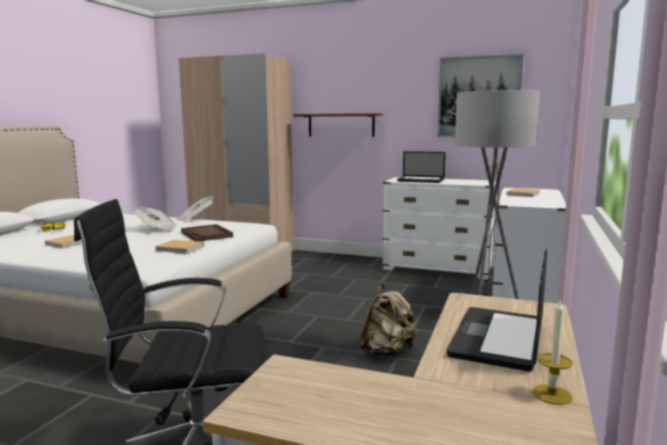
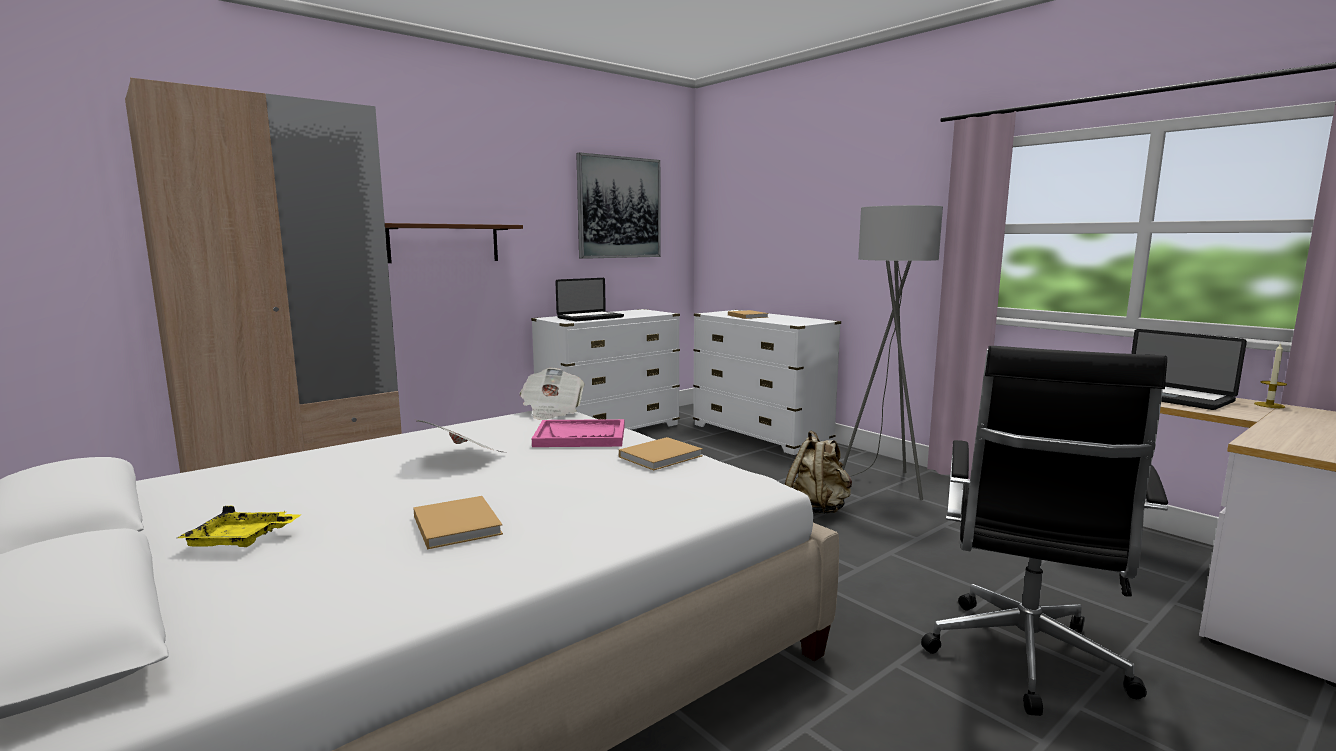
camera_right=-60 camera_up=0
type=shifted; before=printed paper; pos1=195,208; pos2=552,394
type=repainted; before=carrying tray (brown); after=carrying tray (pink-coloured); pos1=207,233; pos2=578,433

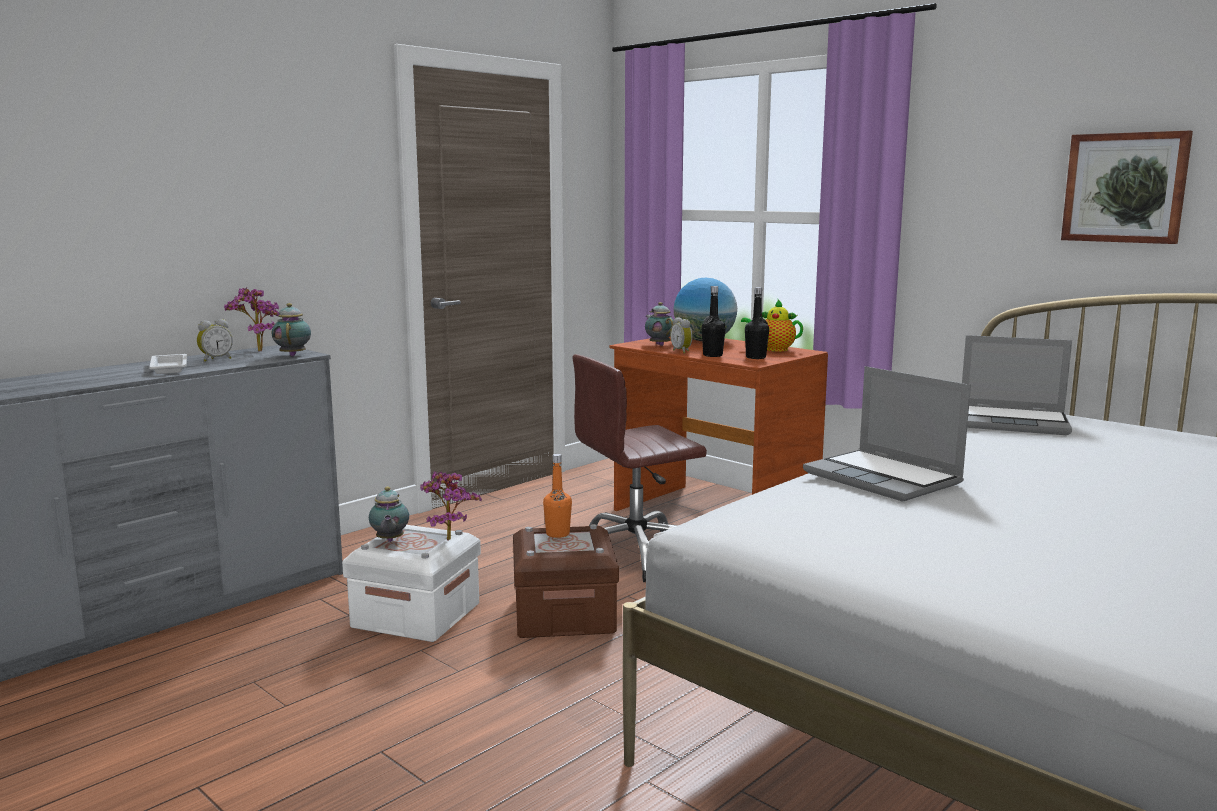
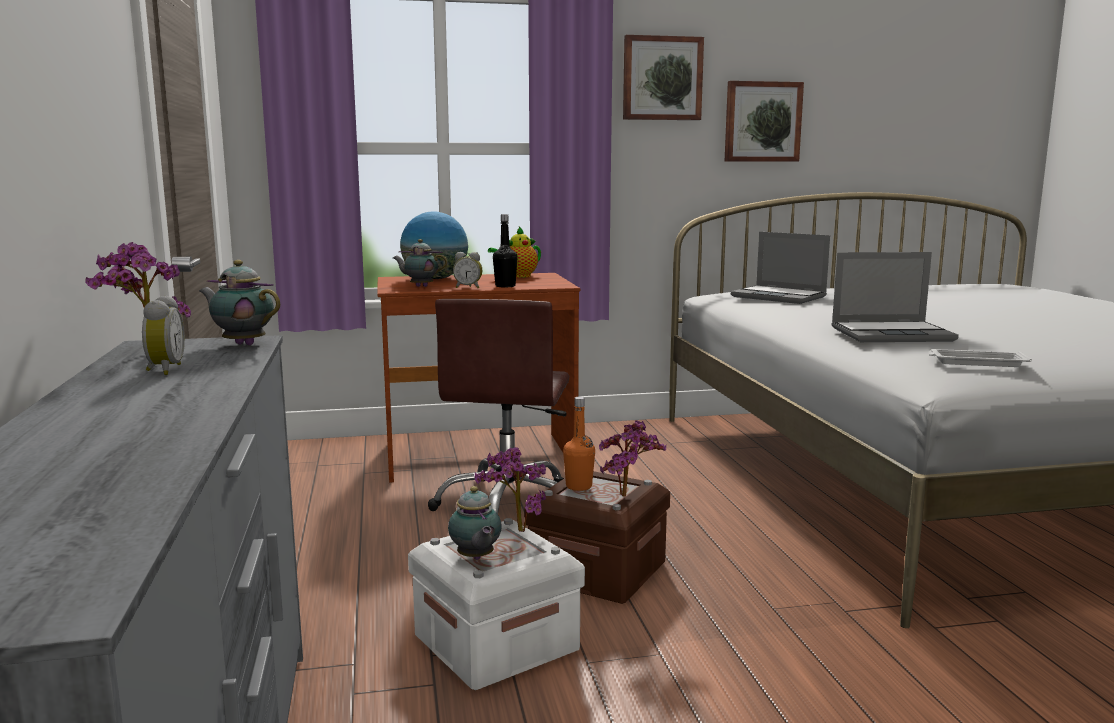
camera_right=-55 camera_up=0
type=gone; before=drink bottle (black); pos1=757,323
type=new; after=potted plant; pos2=632,458
type=new; after=picture; pos2=663,77
type=shifted; before=carrying tray (whitish); pos1=168,364; pos2=980,358
type=rotated; before=pot for tea; pos1=389,514; pos2=475,523; turn=45
type=rotated; before=notebook computer; pos1=1017,385; pos2=780,268; turn=75

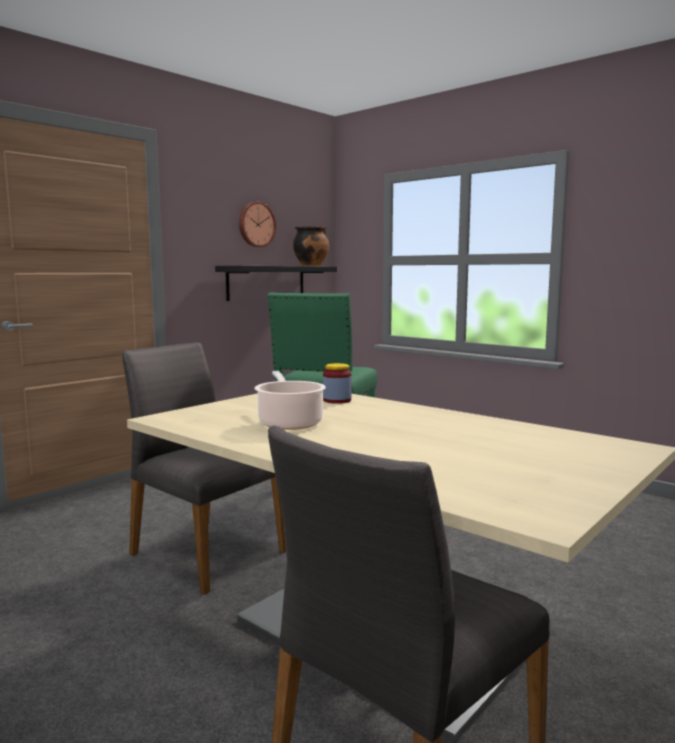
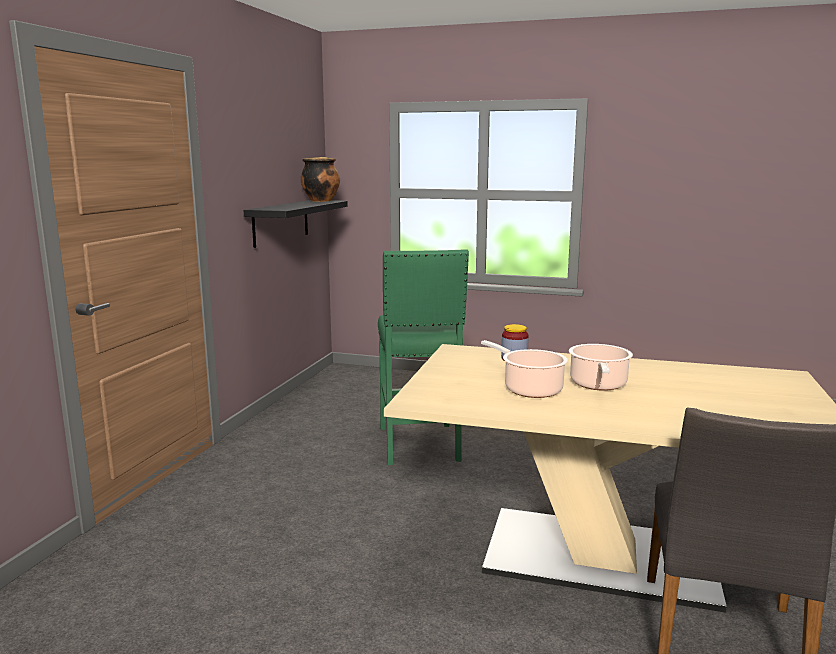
camera_right=-25 camera_up=5
type=gone; before=plain chair (greyish); pos1=204,468
type=gone; before=wall clock; pos1=257,224
type=new; after=stockpot; pos2=601,367

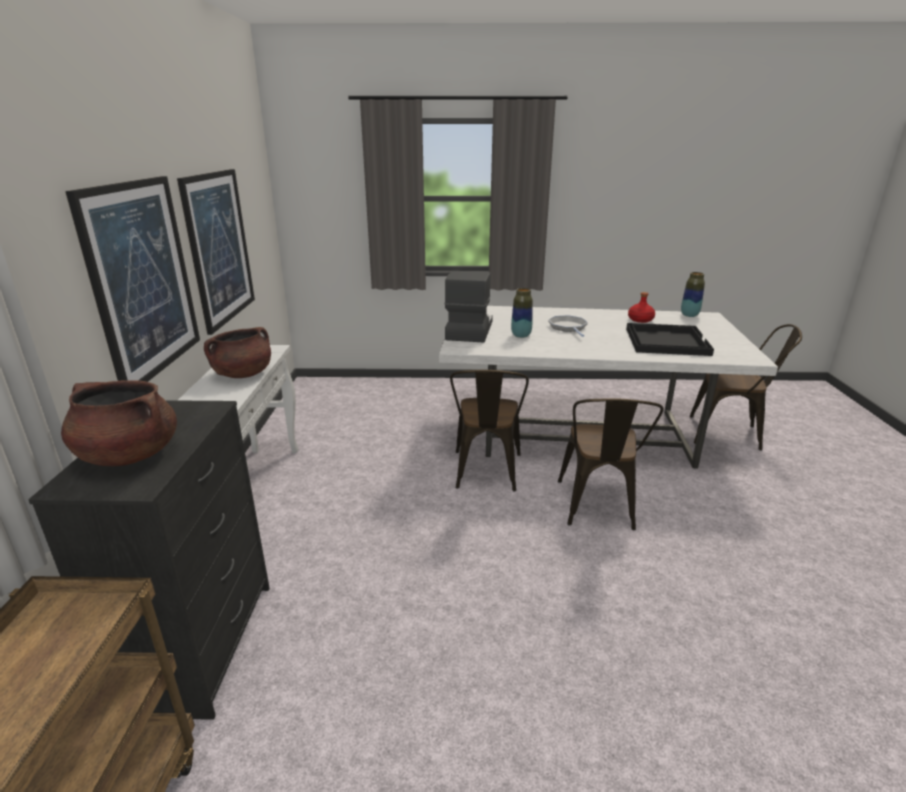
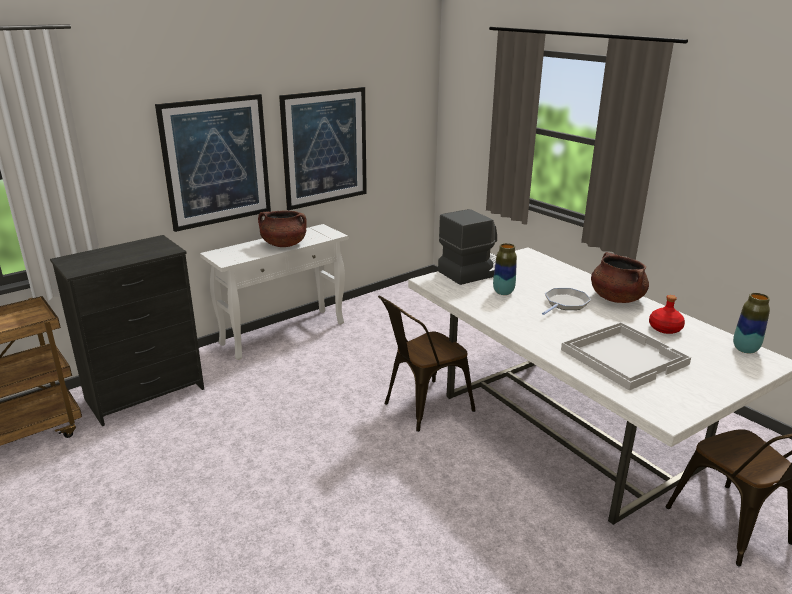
camera_right=50 camera_up=0
type=gone; before=plain chair (brown); pos1=611,464
type=shifted; before=stockpot (brown); pos1=119,423; pos2=620,277
type=repainted; before=carrying tray (black); after=carrying tray (whitish); pos1=670,339; pos2=626,356

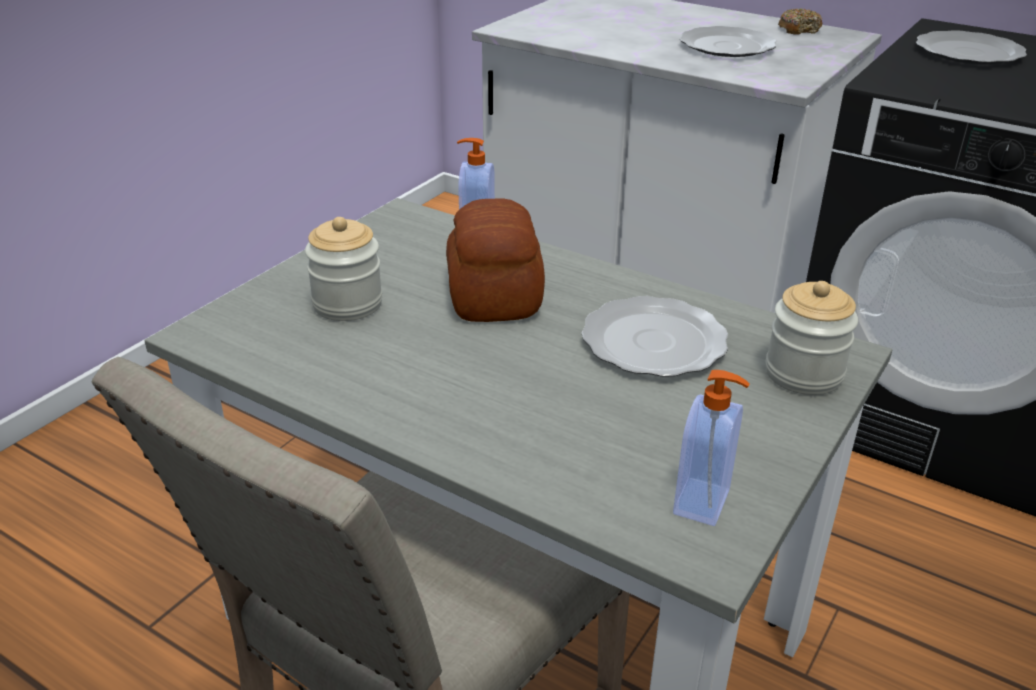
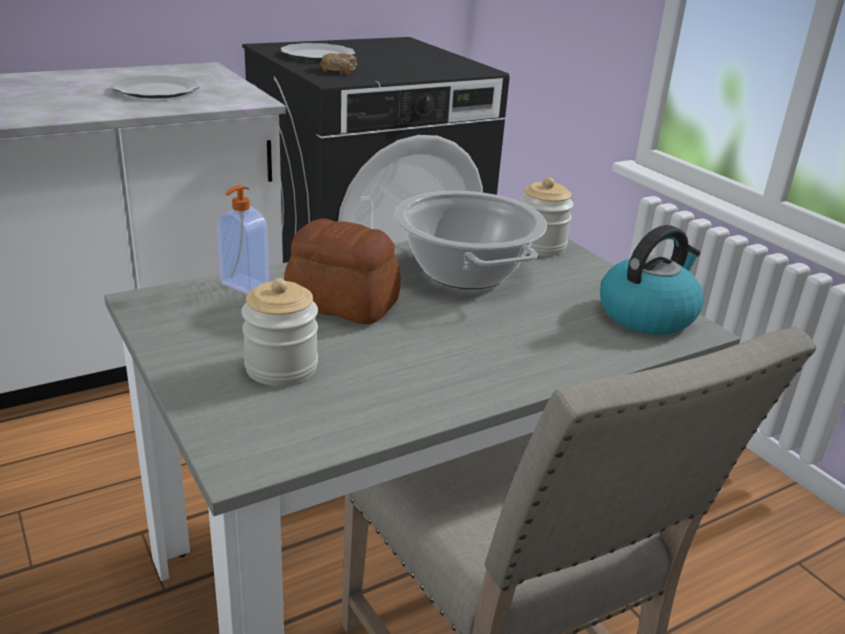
camera_right=-65 camera_up=-5
type=shifted; before=donut; pos1=800,21; pos2=338,64
type=swapped; before=flat dish; after=stockpot; pos1=655,336; pos2=470,240
type=swapped; before=liquid soap bottle; after=kettle; pos1=711,448; pos2=652,280

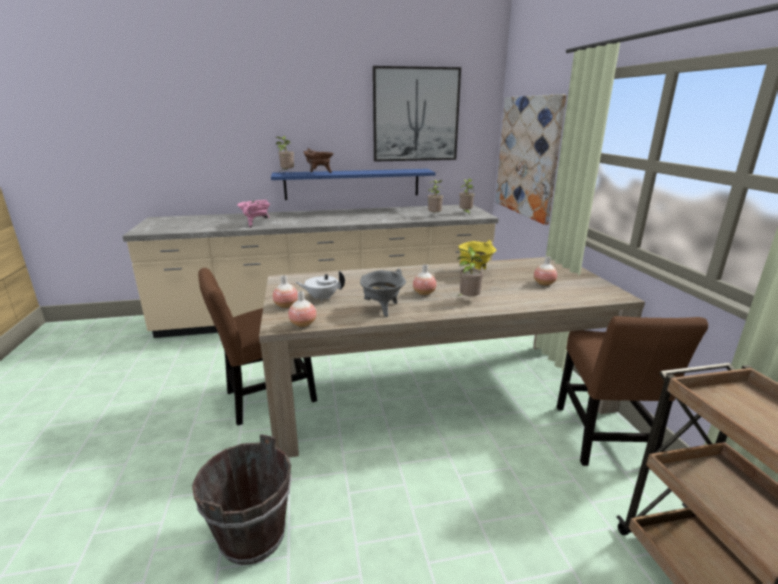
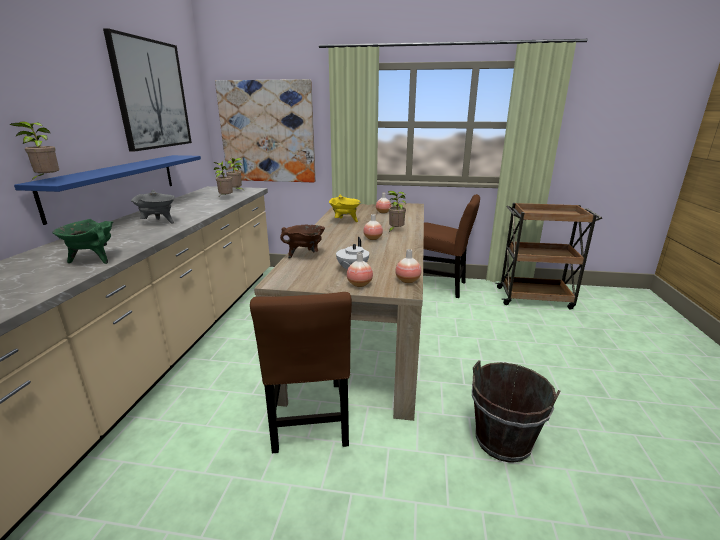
camera_right=-70 camera_up=0
type=shifted; before=stockpot (brown); pos1=319,160; pos2=302,242
type=shifted; before=stockpot (greyish); pos1=383,293; pos2=153,207
type=repainted; before=stockpot (pink-coloured); after=stockpot (green); pos1=254,214; pos2=82,241

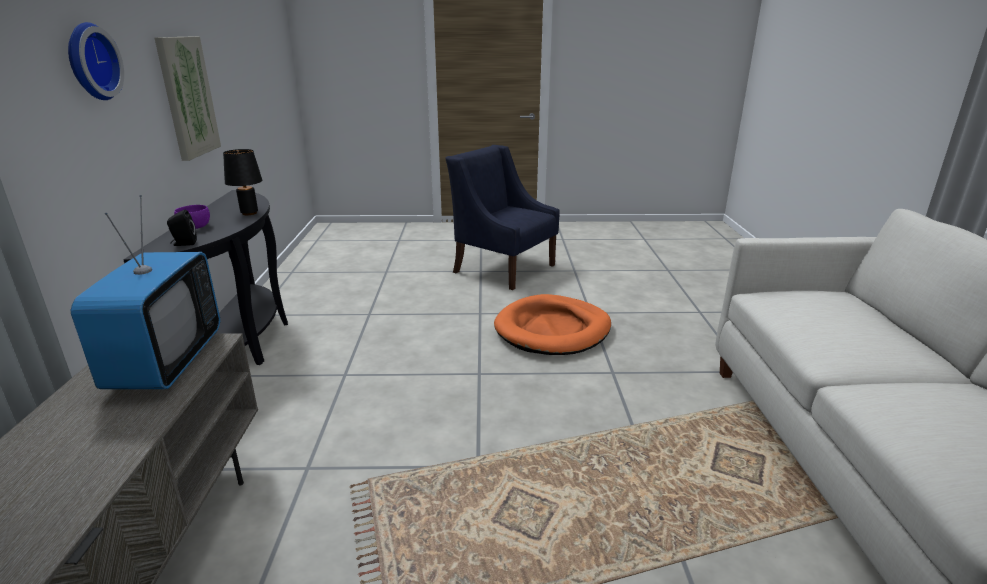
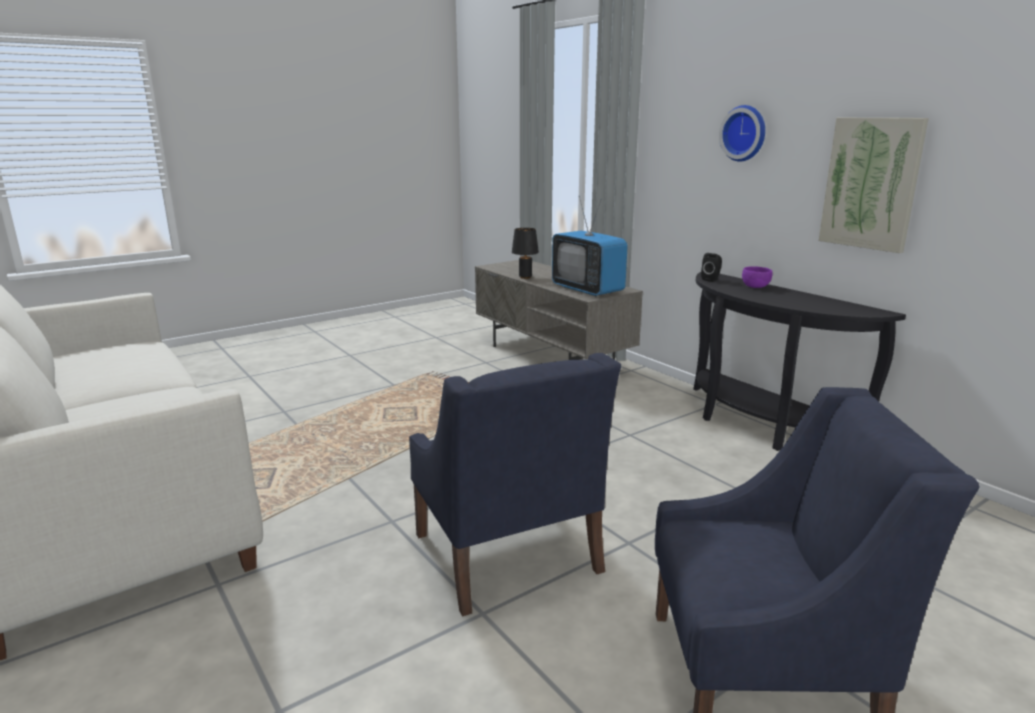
camera_right=145 camera_up=-5
type=shifted; before=lamp for a table (black); pos1=242,182; pos2=525,253
type=swapped; before=pet bed (orangey); after=lounge chair (blue); pos1=552,324; pos2=515,484

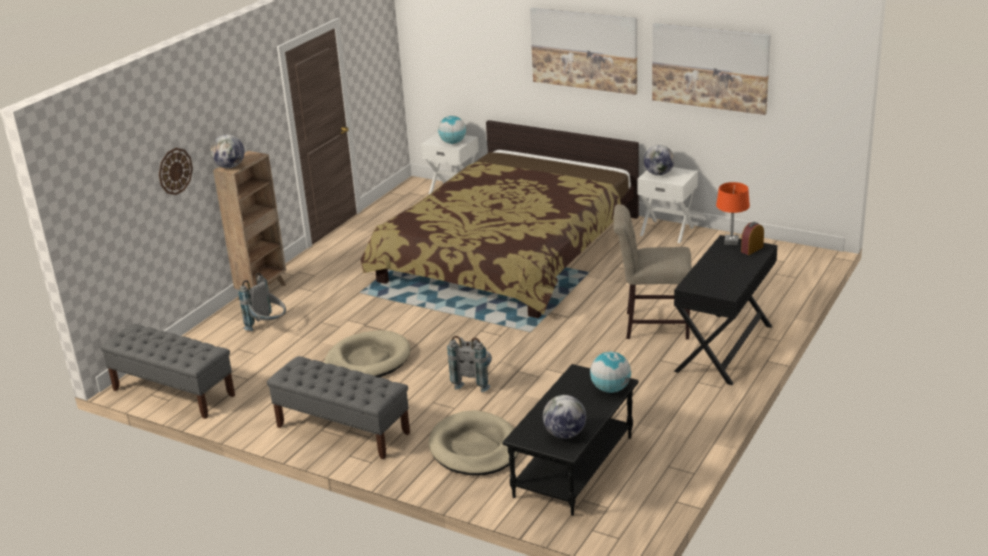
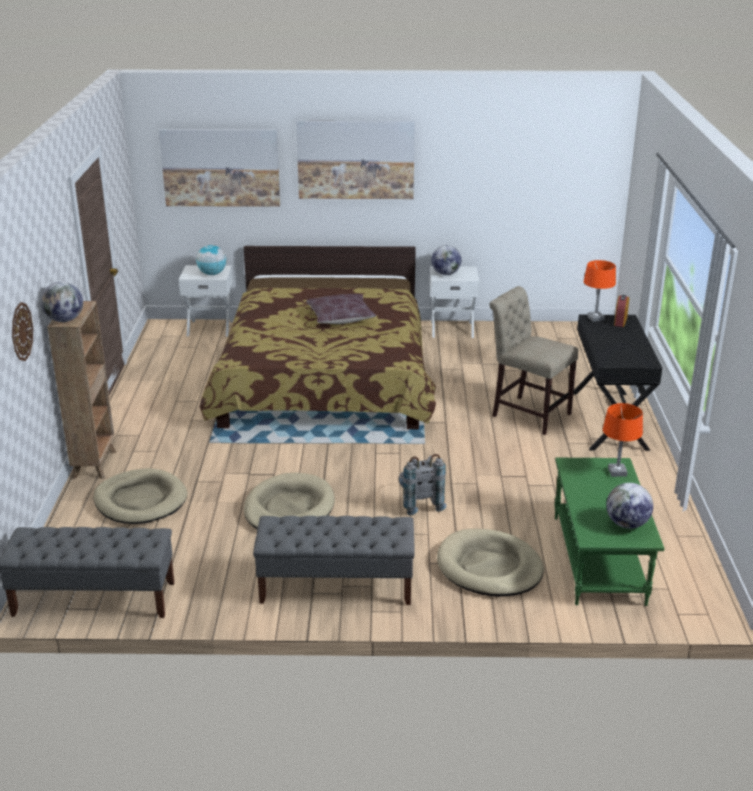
camera_right=-30 camera_up=0
type=new; after=pillow (brown); pos2=341,309
type=shifted; before=picture; pos1=711,69; pos2=219,168
type=swapped; before=knapsack (greyish); after=pet bed (sand-coloured); pos1=262,302; pos2=140,496
type=swapped; before=world globe; after=lamp for a table (orangey); pos1=610,372; pos2=623,440
type=repainted; before=low table (black); after=low table (green); pos1=570,440; pos2=610,532
type=rotated; before=plain chair (sand-coloured); pos1=652,272; pos2=534,360; turn=60

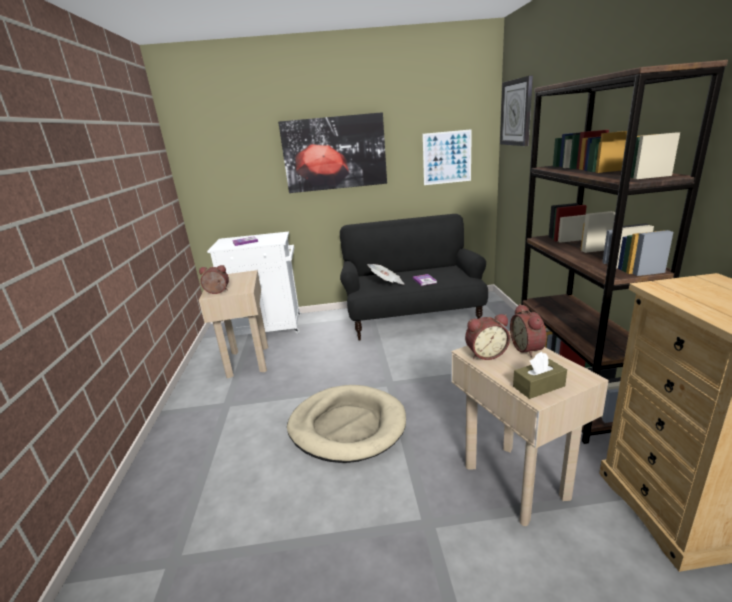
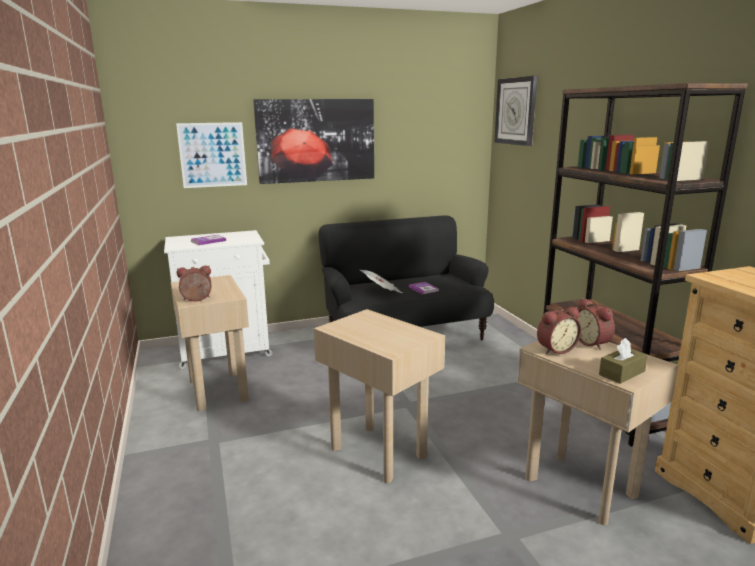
camera_right=-15 camera_up=-5
type=shifted; before=picture; pos1=447,157; pos2=211,155
type=swapped; before=pet bed (sand-coloured); after=accent table (sand-coloured); pos1=346,424; pos2=379,396

